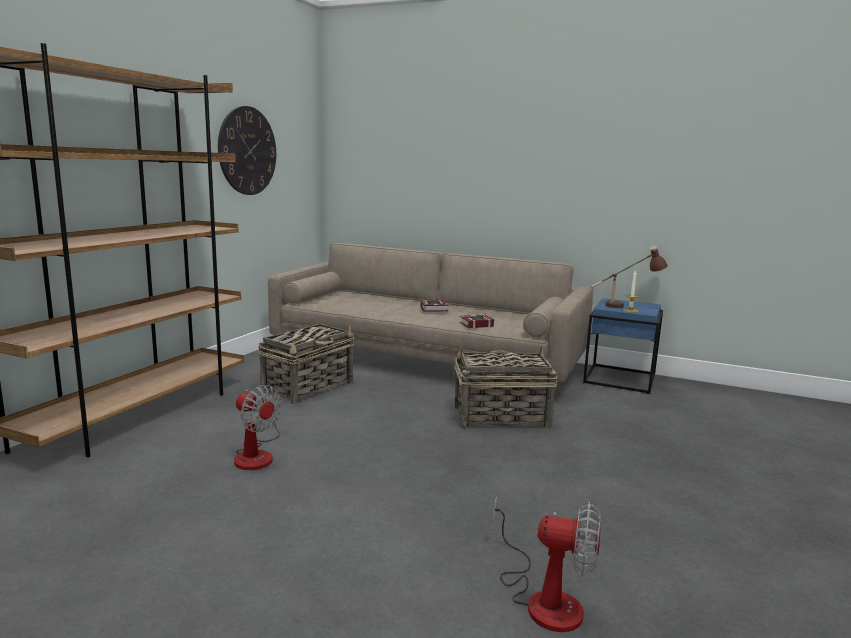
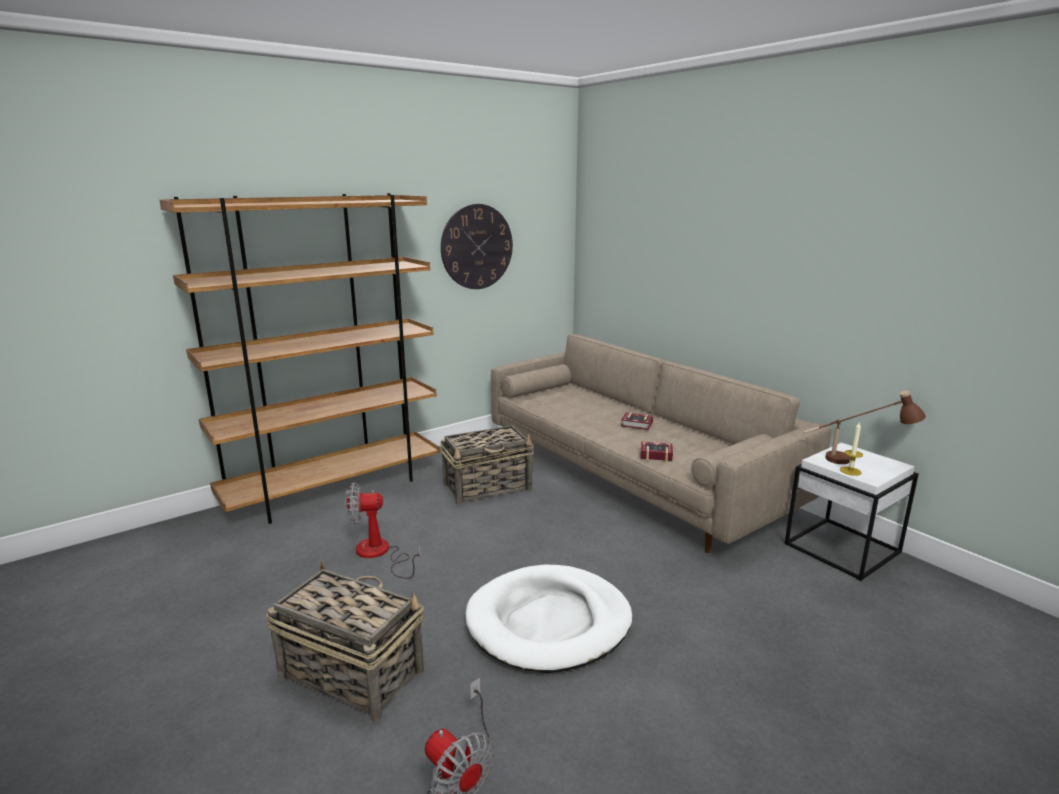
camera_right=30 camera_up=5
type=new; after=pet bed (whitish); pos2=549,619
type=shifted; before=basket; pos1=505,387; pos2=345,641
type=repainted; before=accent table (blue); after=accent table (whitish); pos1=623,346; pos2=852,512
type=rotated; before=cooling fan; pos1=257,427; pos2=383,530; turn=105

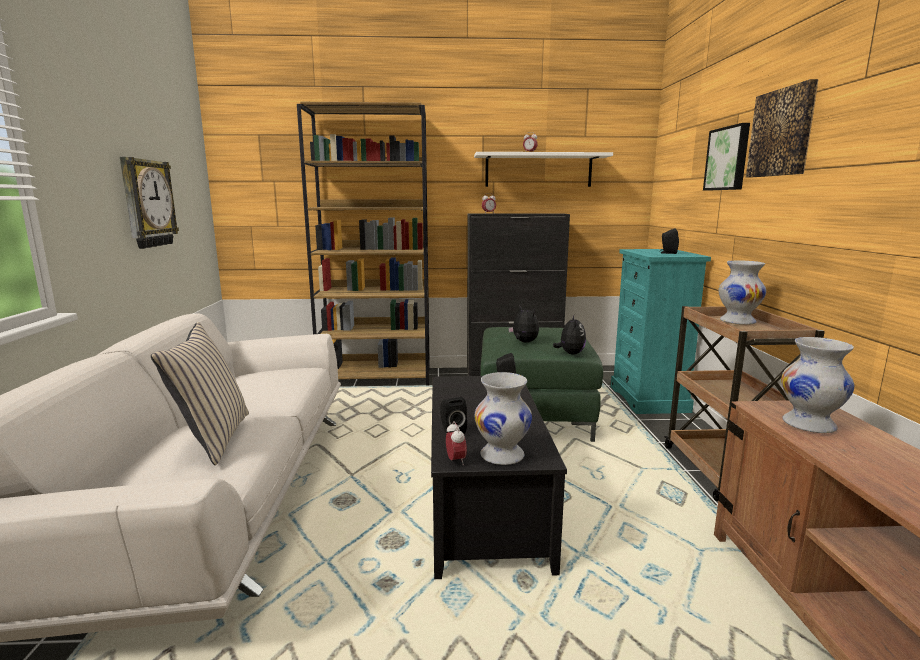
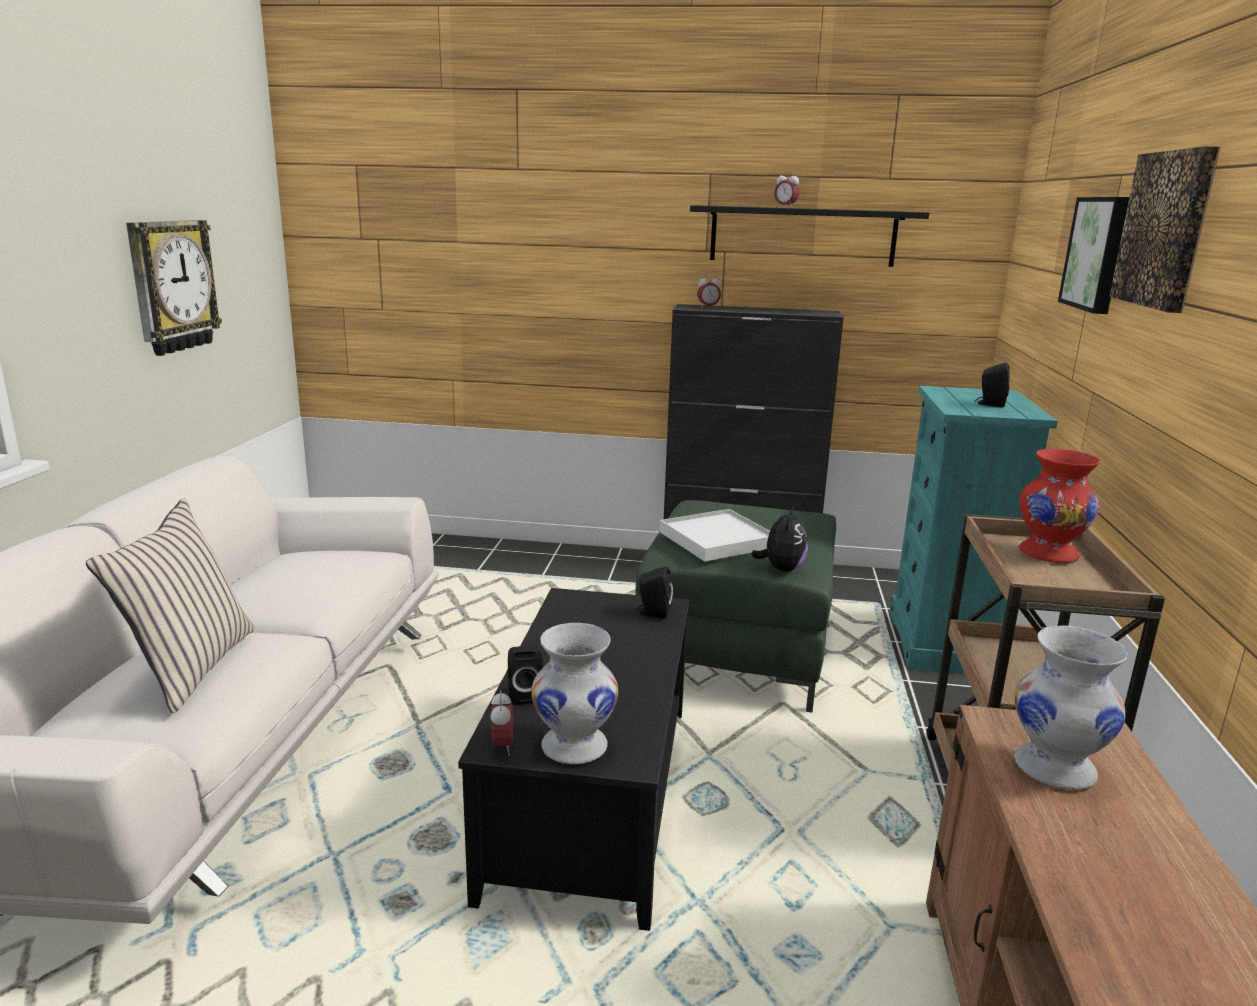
camera_right=10 camera_up=5
type=gone; before=shelving unit (brown); pos1=363,244
type=swapped; before=cuddly toy; after=carrying tray (whitish); pos1=523,324; pos2=715,535
type=repainted; before=bracket shelf (whitish); after=bracket shelf (black); pos1=543,169; pos2=809,236
type=repainted; before=flower vase (whitish); after=flower vase (red); pos1=742,292; pos2=1059,506

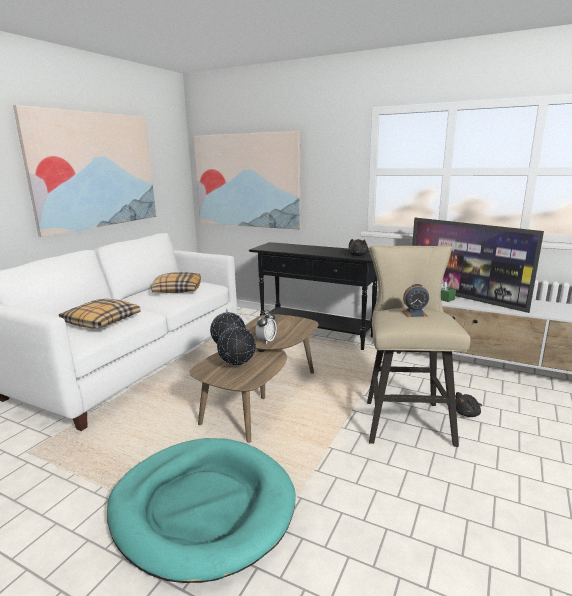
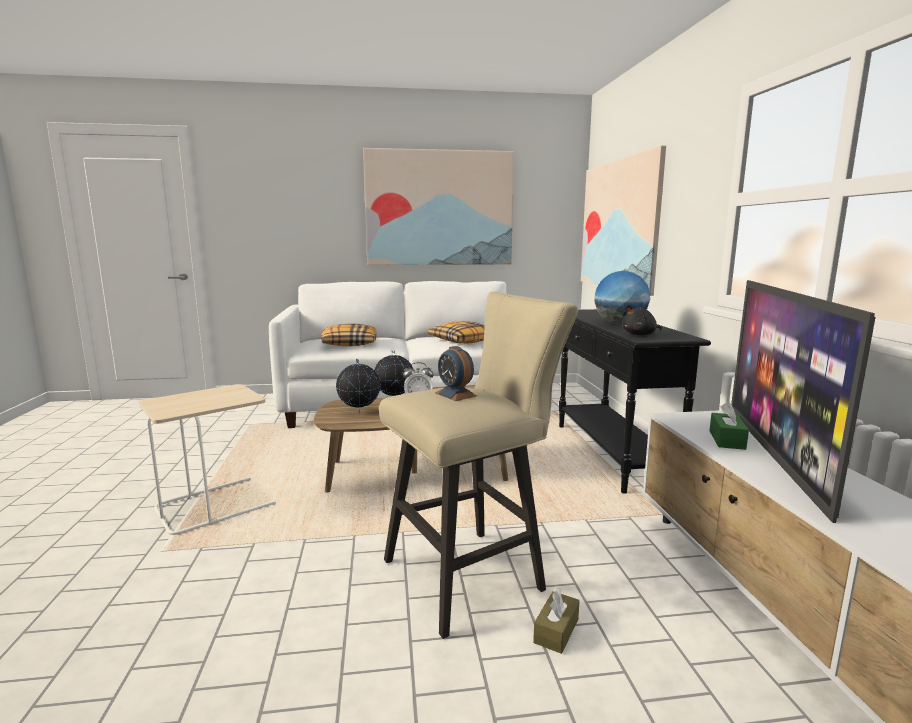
camera_right=55 camera_up=-5
type=new; after=world globe; pos2=622,297
type=swapped; before=pet bed (turquoise); after=accent table (sand-coloured); pos1=201,510; pos2=207,459
type=swapped; before=cuddly toy (black); after=tissue holder (brown); pos1=468,404; pos2=556,621

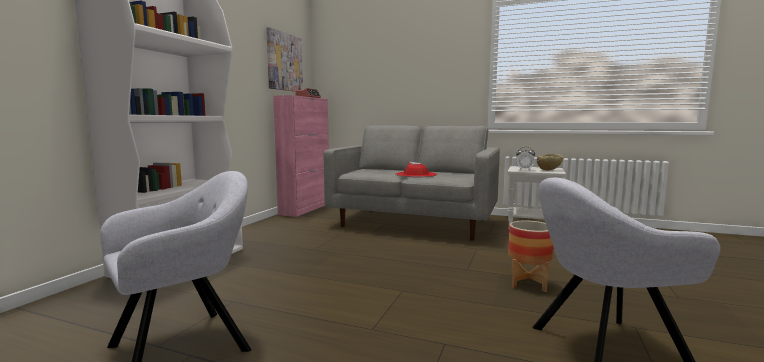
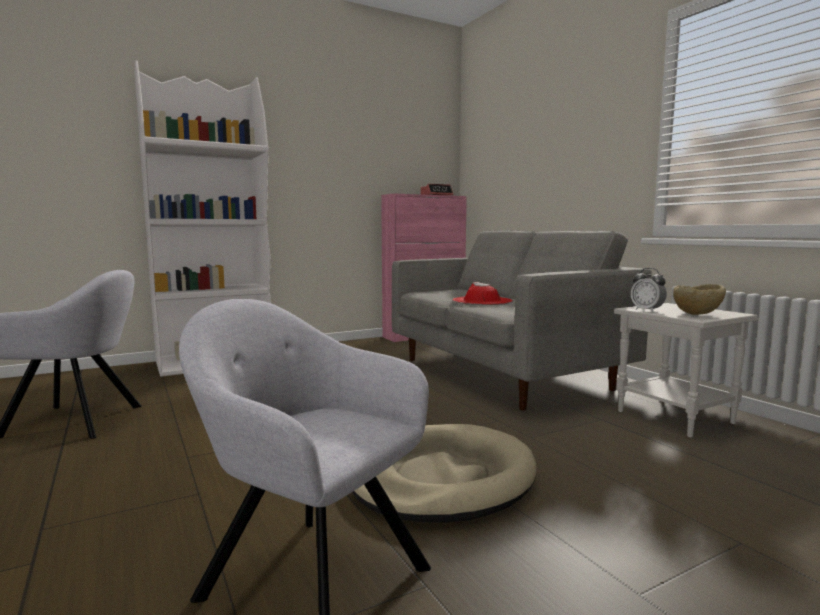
camera_right=40 camera_up=0
type=gone; before=picture; pos1=284,59
type=swapped; before=flower pot; after=pet bed (sand-coloured); pos1=530,256; pos2=444,473

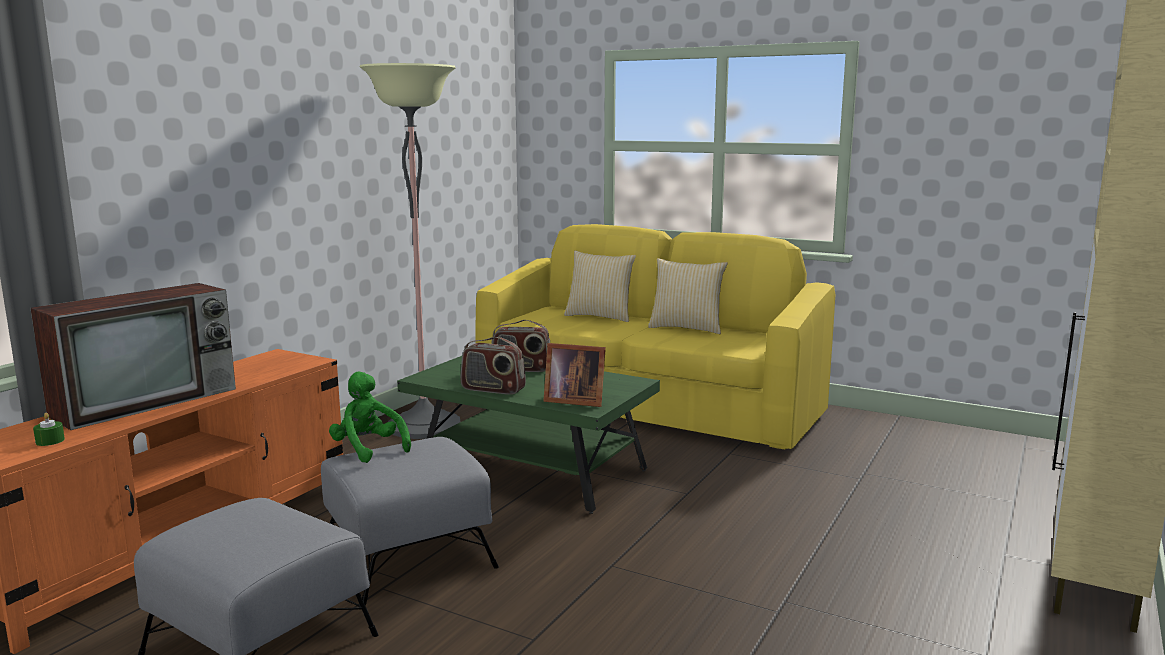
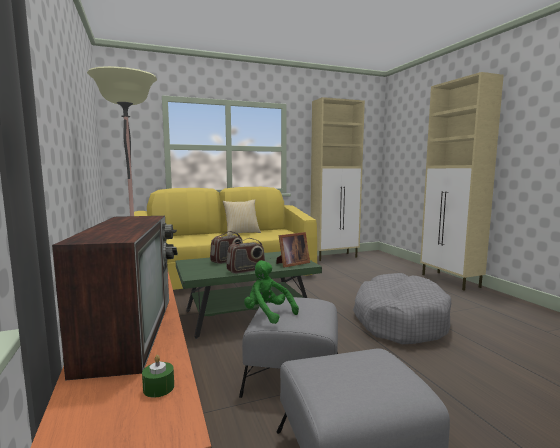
camera_right=-50 camera_up=-5
type=gone; before=pillow; pos1=600,286
type=new; after=cupboard (sand-coloured); pos2=338,179
type=new; after=pet bed (greyish); pos2=402,308
type=rotated; before=cuddly toy (green); pos1=370,417; pos2=271,292; turn=45

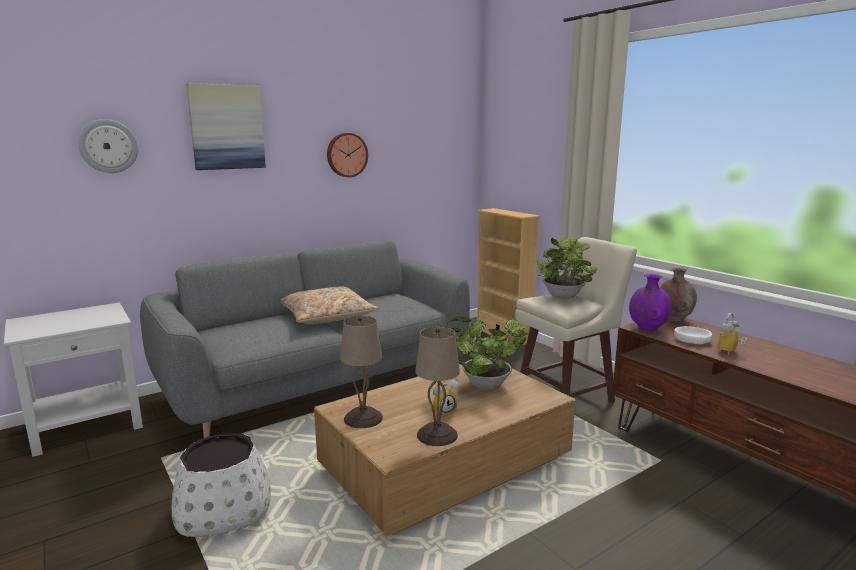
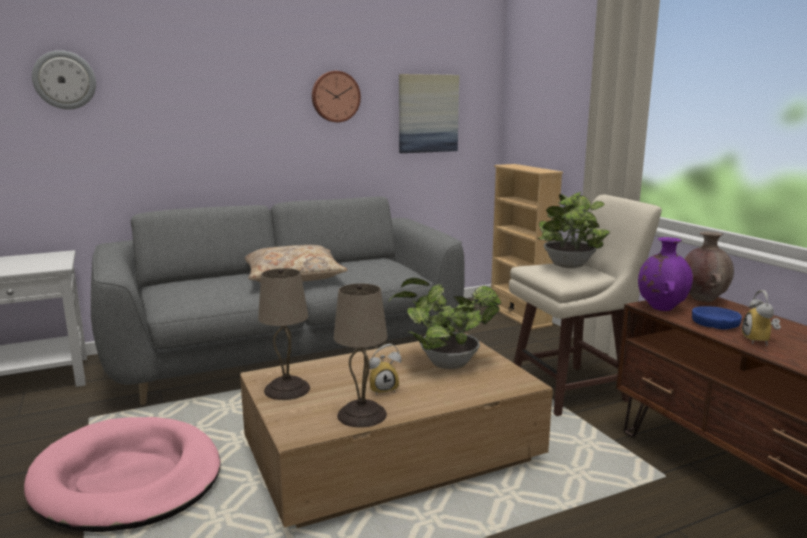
camera_right=10 camera_up=0
type=shifted; before=picture; pos1=226,126; pos2=429,113
type=swapped; before=flower pot (whitish); after=pet bed (pink-coloured); pos1=221,485; pos2=122,474
type=repainted; before=serving bowl (whitish); after=serving bowl (blue); pos1=693,335; pos2=717,318
type=rotated; before=bedside clock; pos1=733,334; pos2=761,318; turn=-45

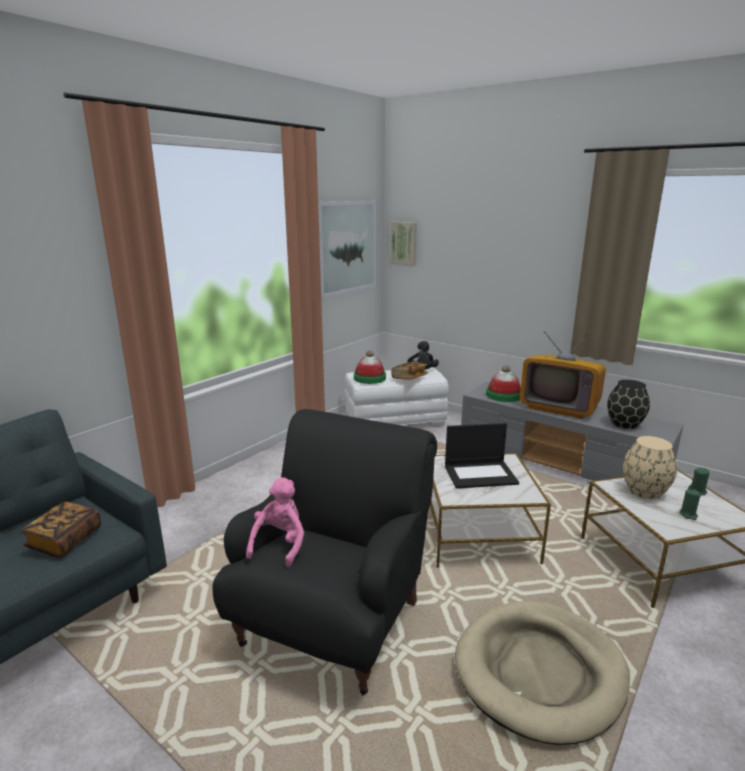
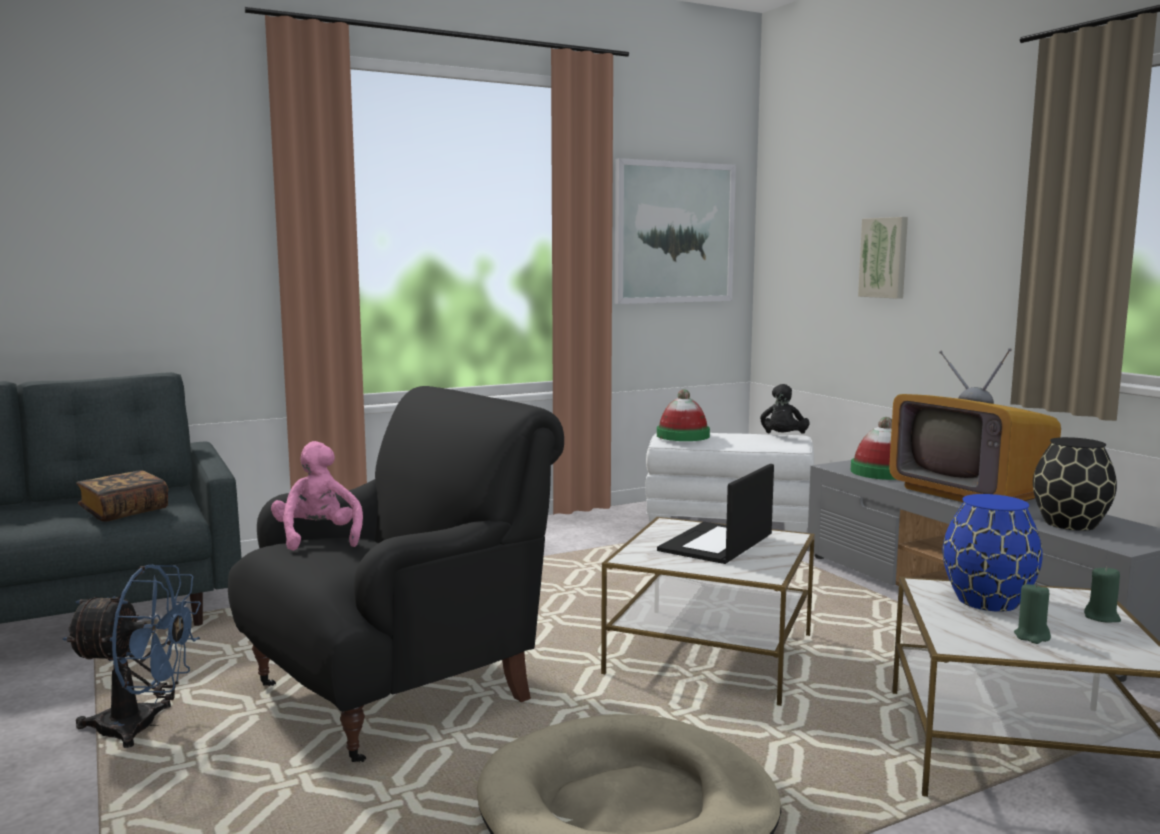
camera_right=25 camera_up=-10
type=gone; before=bound book; pos1=409,370
type=new; after=cooling fan (blue); pos2=132,656
type=shifted; before=picture; pos1=403,244; pos2=883,258
type=repainted; before=flower vase (sand-coloured); after=flower vase (blue); pos1=650,467; pos2=993,553
type=rotated; before=cuddly toy (pink-coloured); pos1=275,522; pos2=317,496; turn=-60
type=rotated; before=notebook computer; pos1=482,456; pos2=715,514; turn=105

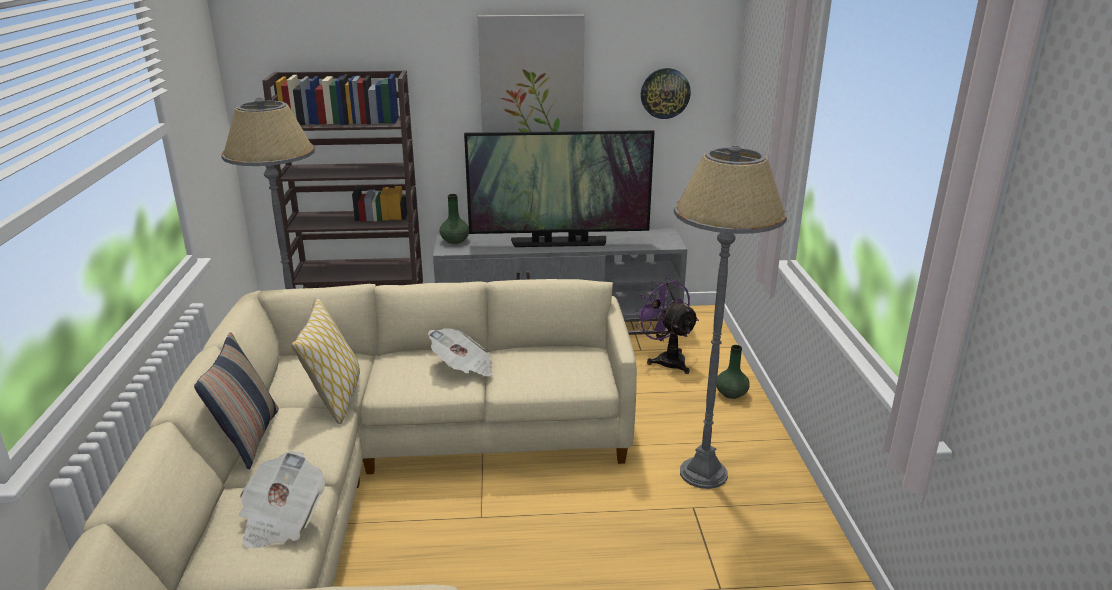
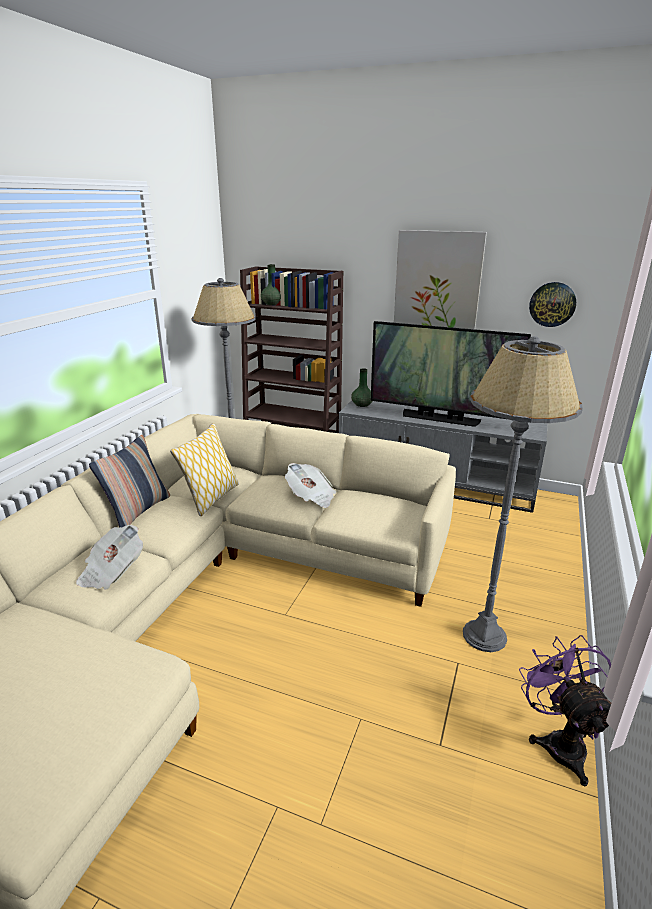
camera_right=25 camera_up=0
type=shifted; before=cooling fan (purplish); pos1=666,325; pos2=565,710
type=shifted; before=flower vase (green); pos1=733,372; pos2=271,284

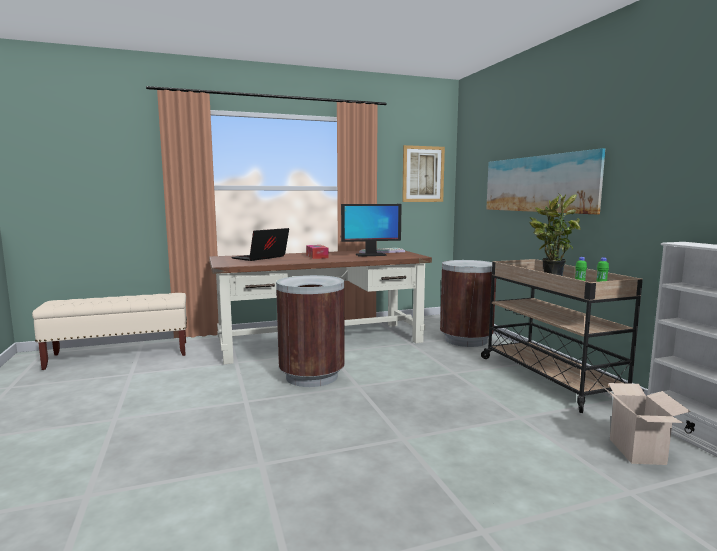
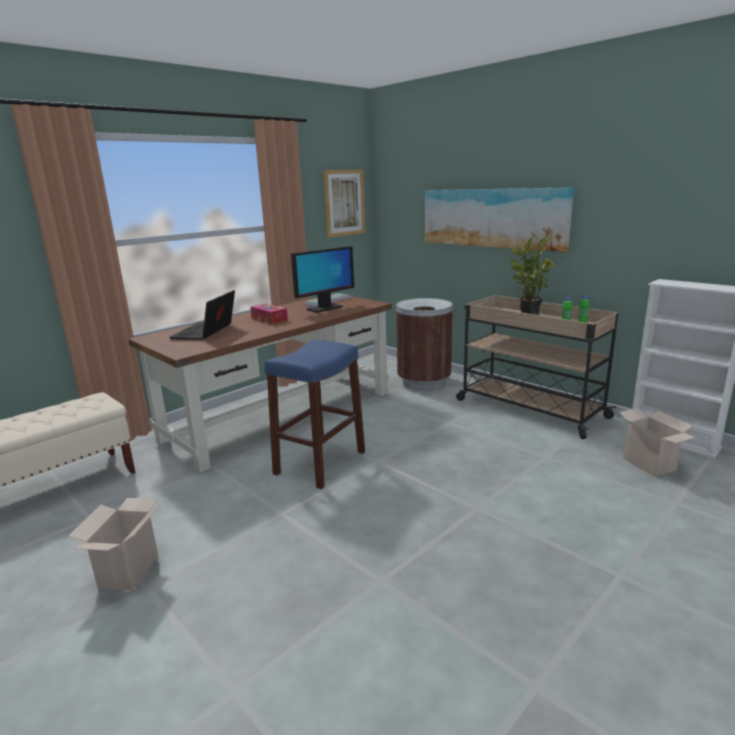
camera_right=-25 camera_up=10
type=new; after=cardboard box; pos2=114,544
type=swapped; before=rubbish bin (brown); after=stool (blue); pos1=310,331; pos2=315,414

